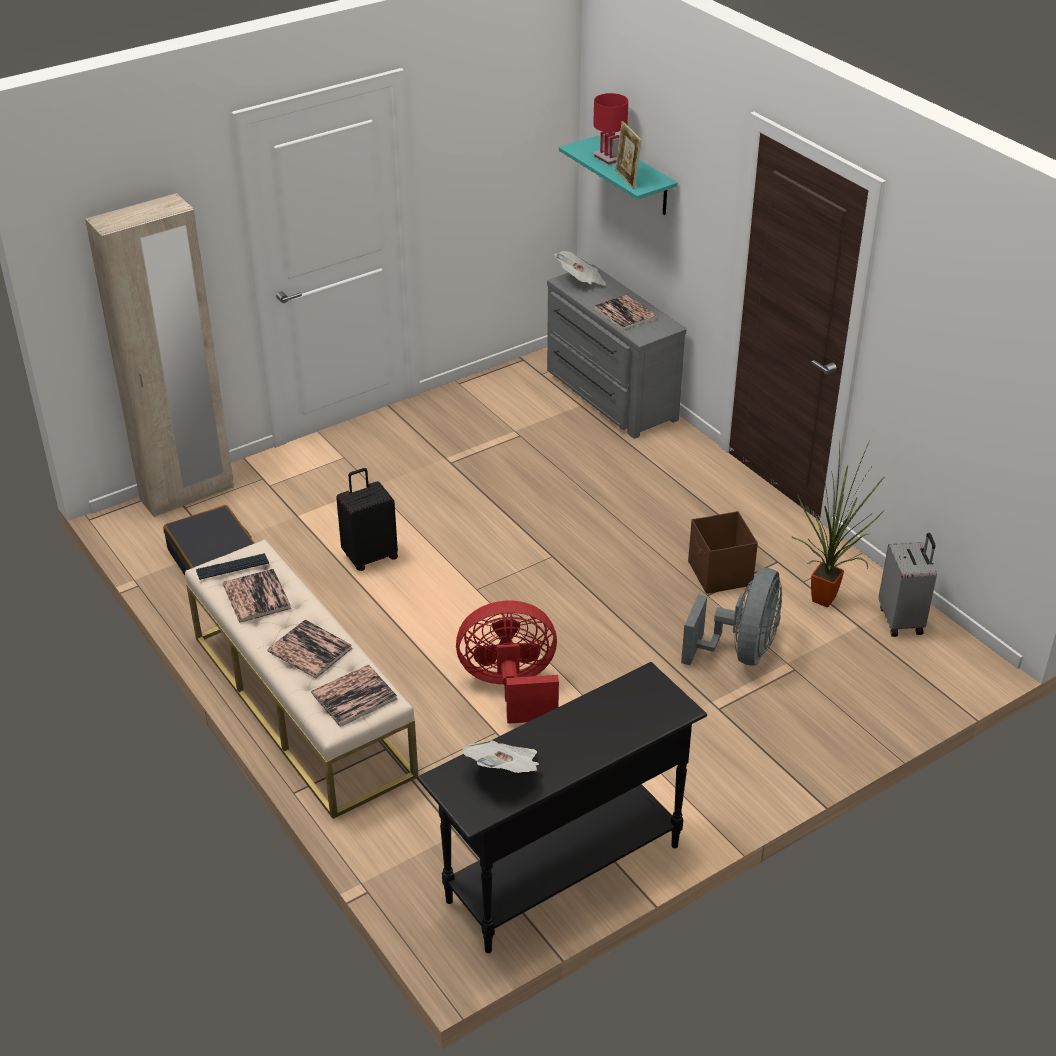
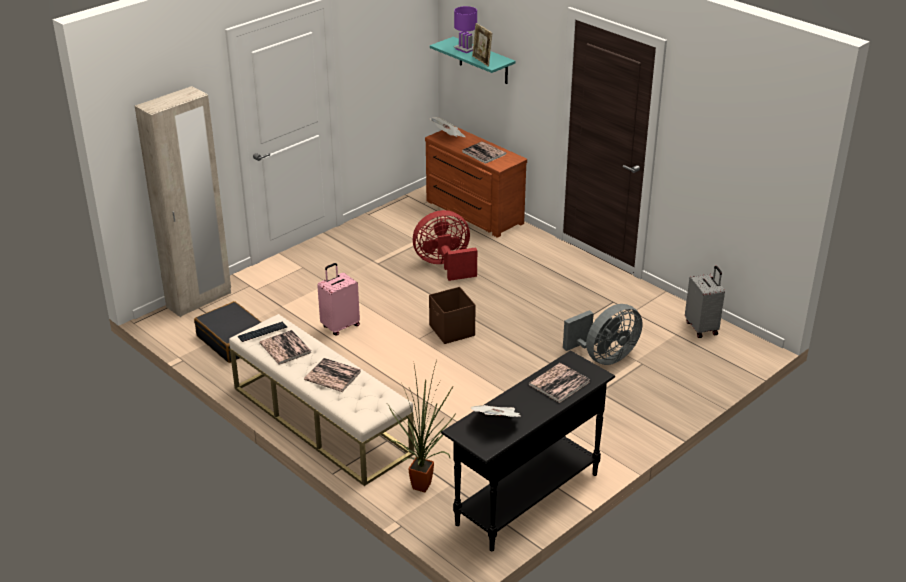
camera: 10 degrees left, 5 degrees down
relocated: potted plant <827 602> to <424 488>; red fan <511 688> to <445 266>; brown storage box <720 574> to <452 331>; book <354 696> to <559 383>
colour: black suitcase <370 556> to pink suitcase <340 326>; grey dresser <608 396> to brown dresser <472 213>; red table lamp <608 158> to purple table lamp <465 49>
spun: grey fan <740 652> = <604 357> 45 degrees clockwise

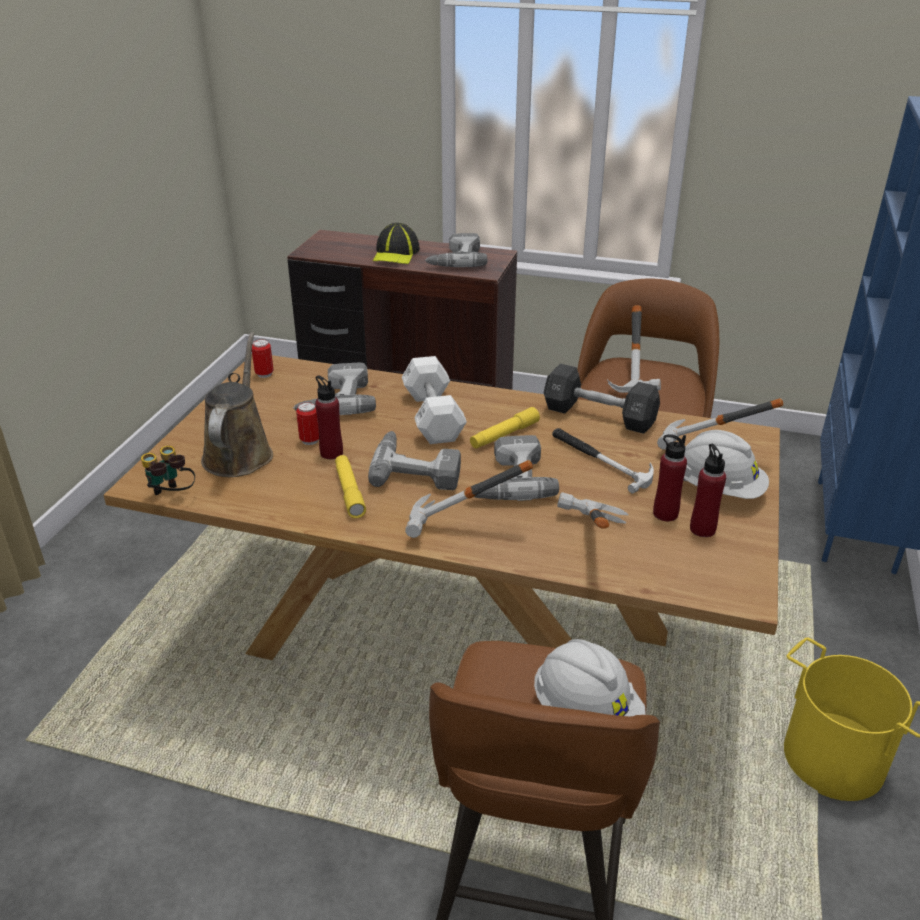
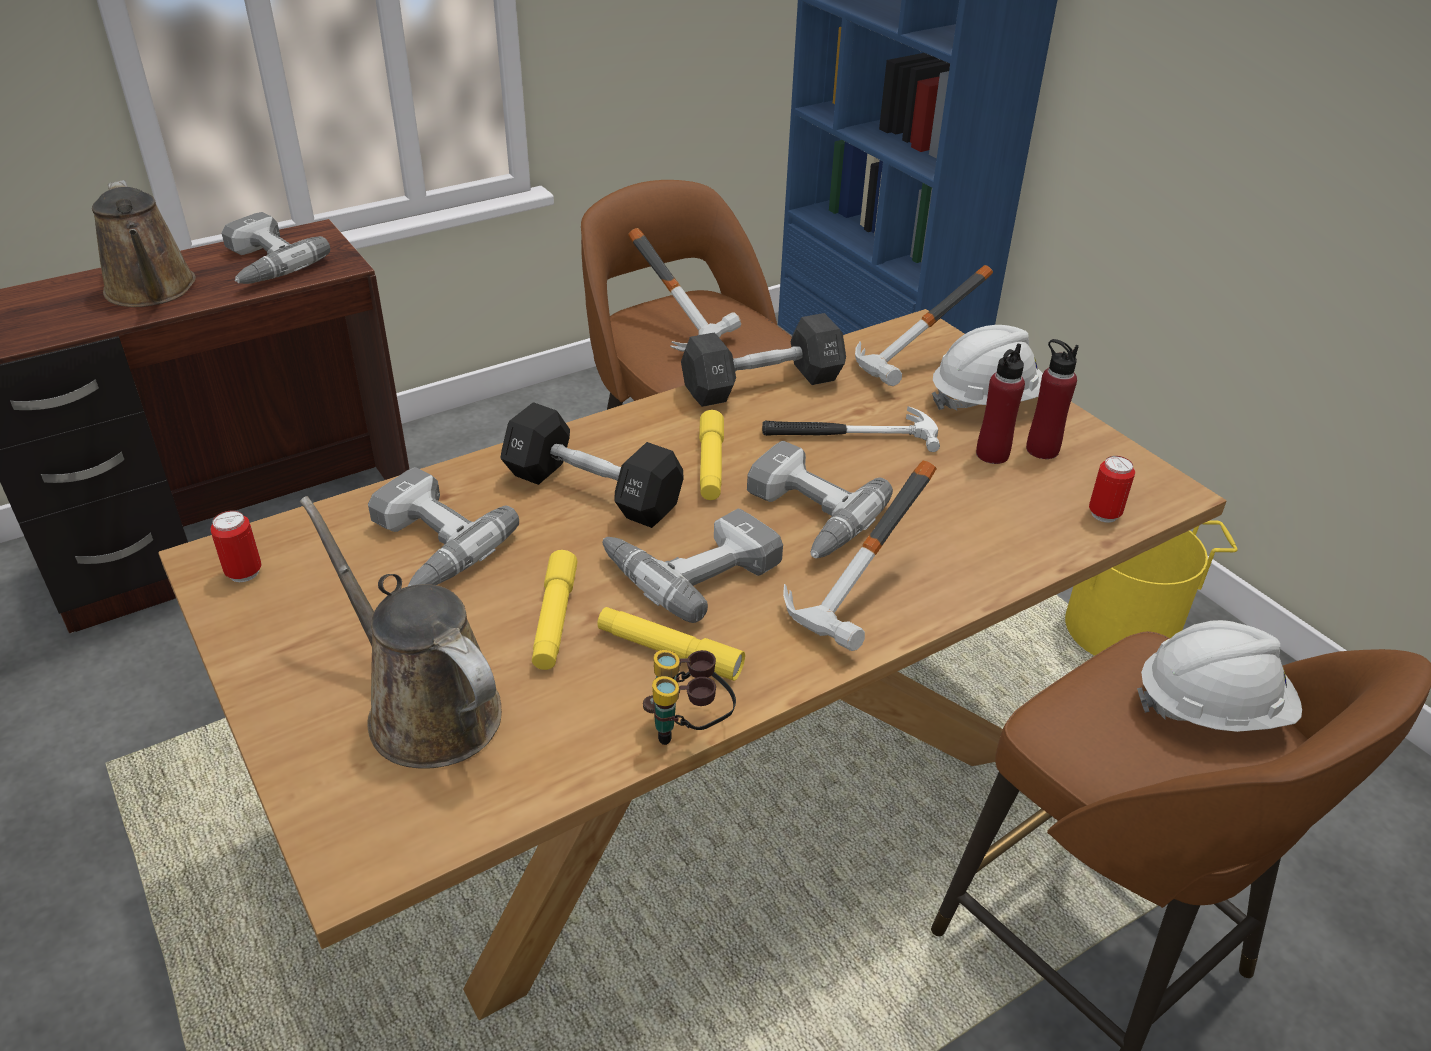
camera: 50 degrees left, 5 degrees up
missing: hammer <582 544>
relocated: binoculars <171 496> to <689 729>; can <310 440> to <1104 514>
exchanged: cap <396 254> to brown watering can <152 291>; red bottle <331 453> to yellow flashlight <554 619>
colour: white dumbbell <433 416> to black dumbbell <592 491>

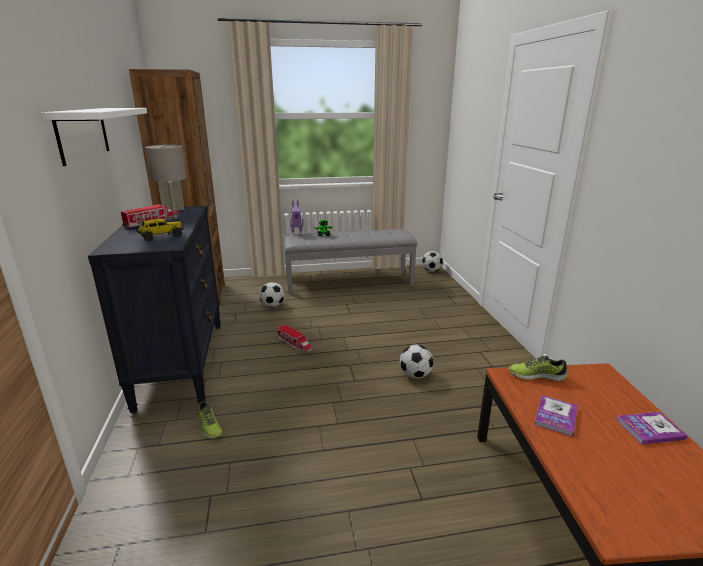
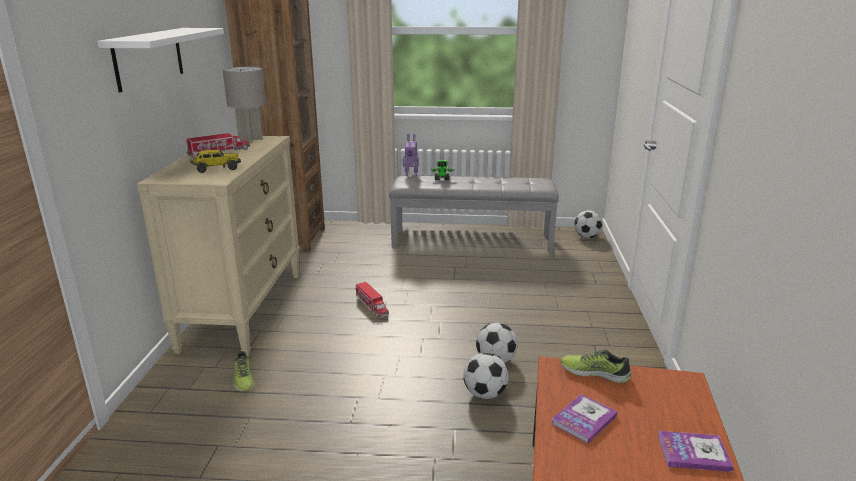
camera: 15 degrees right, 0 degrees up
relocated: football <272 305> to <485 394>
colour: black dresser <181 362> to beige dresser <243 310>

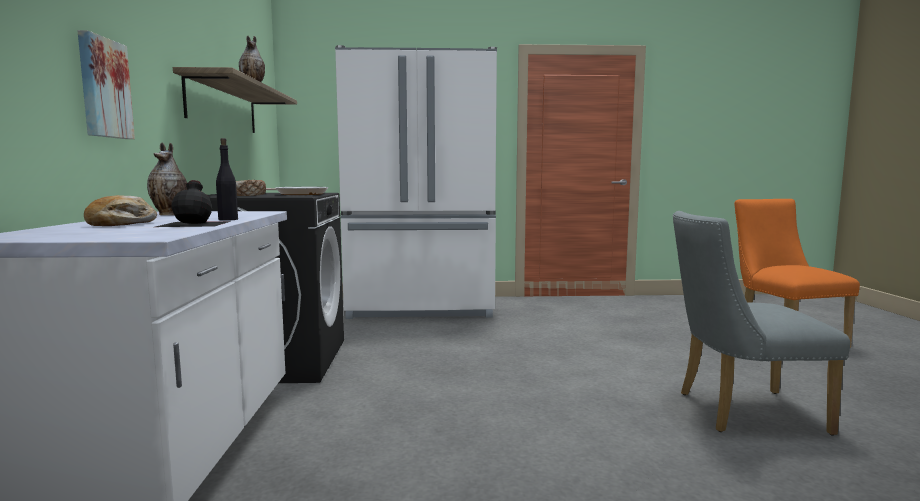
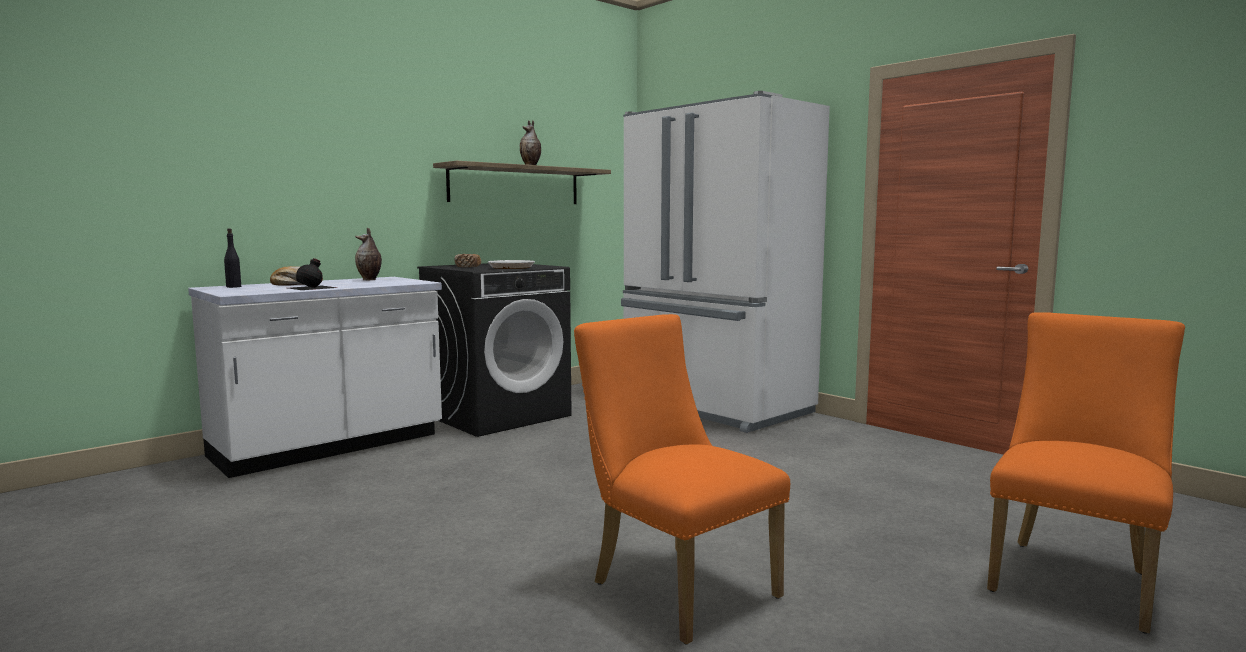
camera: 50 degrees right, 0 degrees up
missing: picture <103 88>
relocated: black bottle <228 219> to <233 287>
colour: grey chair <739 411> to orange chair <674 585>

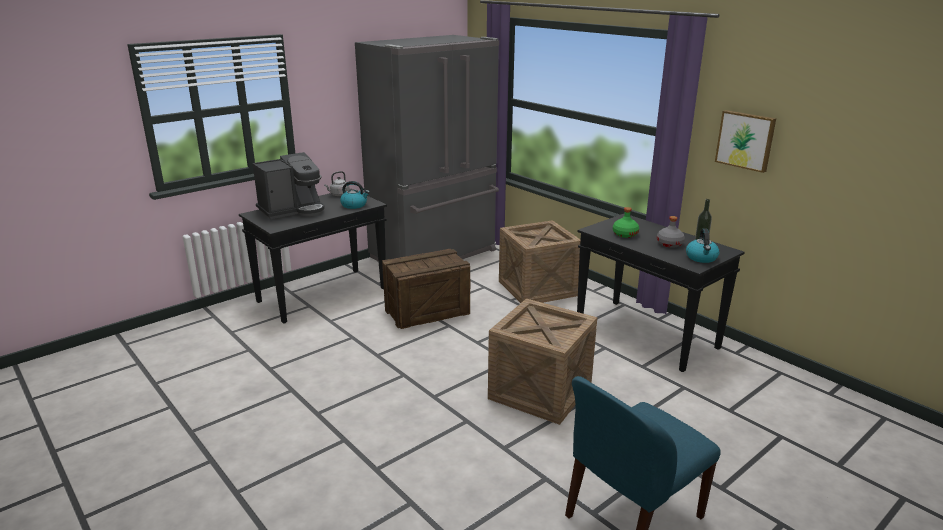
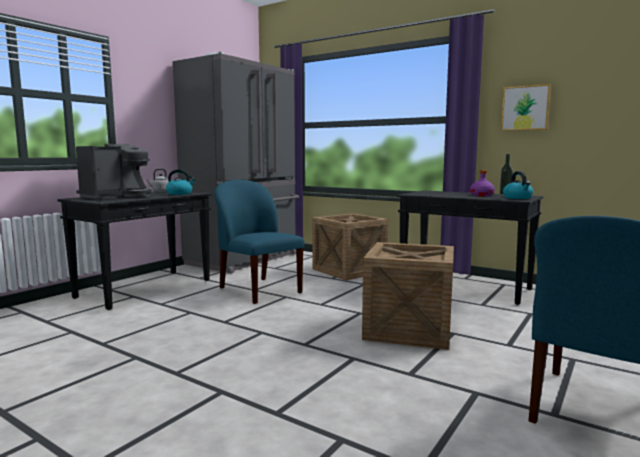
camera: 15 degrees left, 15 degrees down
missing: green bottle <624 234>
exchanged: crate <427 311> to blue chair <258 290>
colour: grey bottle <670 244> to purple bottle <482 195>

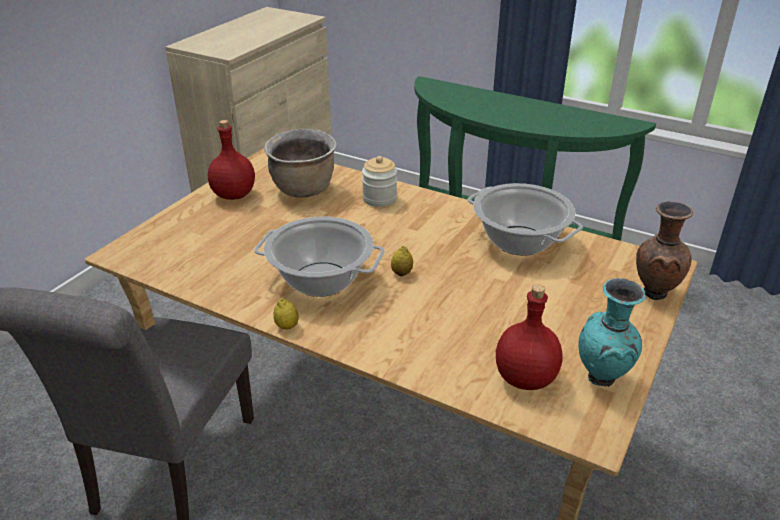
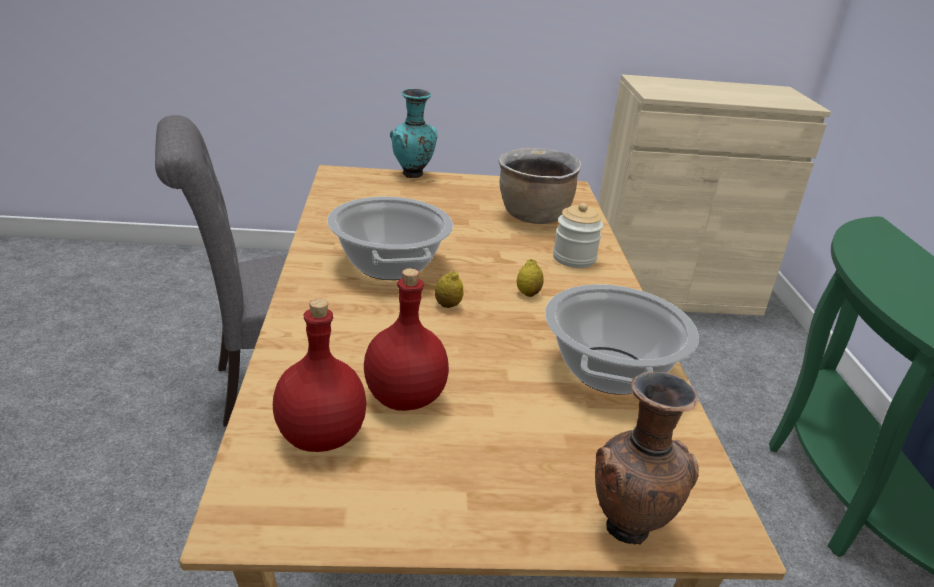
camera: 55 degrees right, 5 degrees down
relocated: red bottle <233 195> to <403 398>; turquoise vase <603 379> to <412 175>; lemon <287 326> to <528 293>

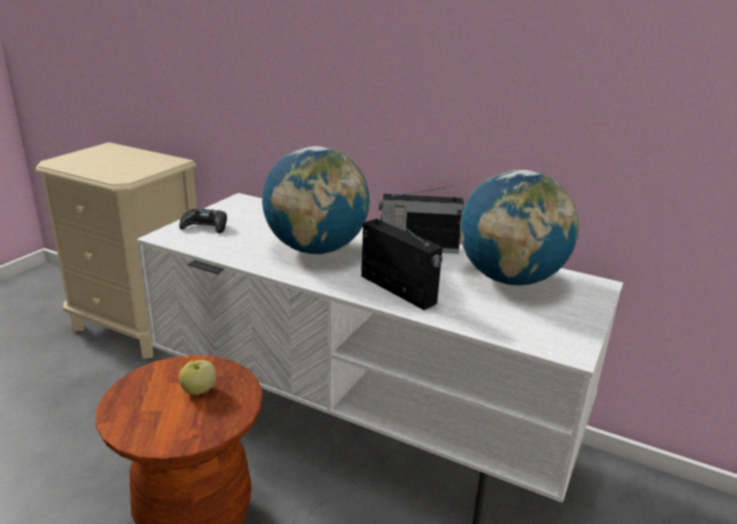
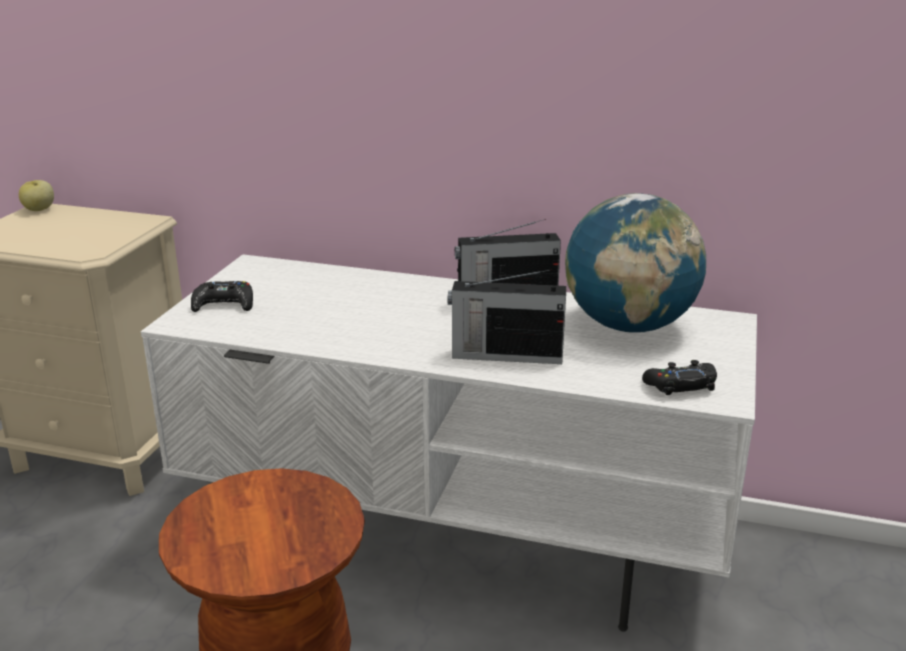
camera: 10 degrees left, 0 degrees up
missing: globe <316 249>
appeared: black game controller <680 386>
relocated: apple <198 391> to <39 210>
spun: radio <398 290> = <505 355> 150 degrees clockwise

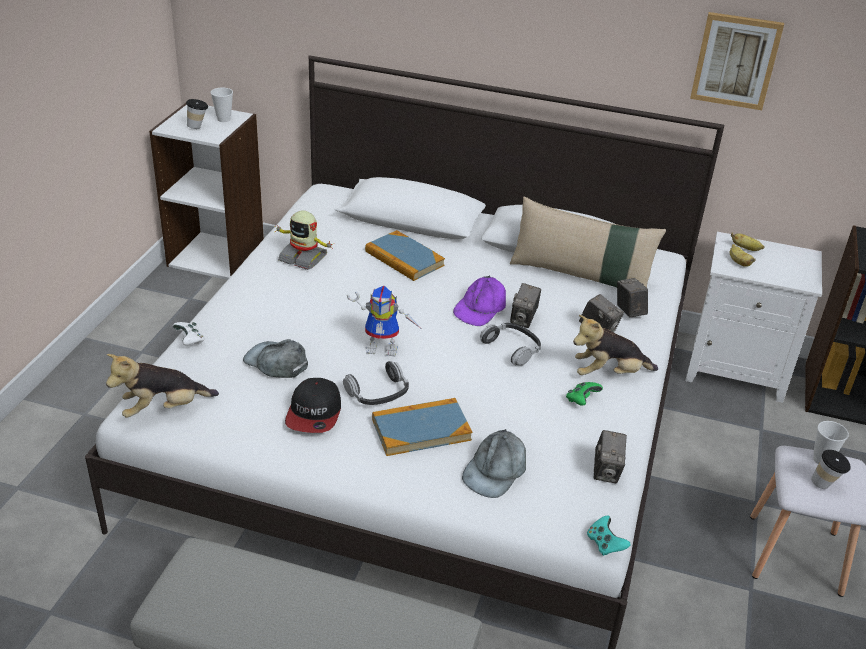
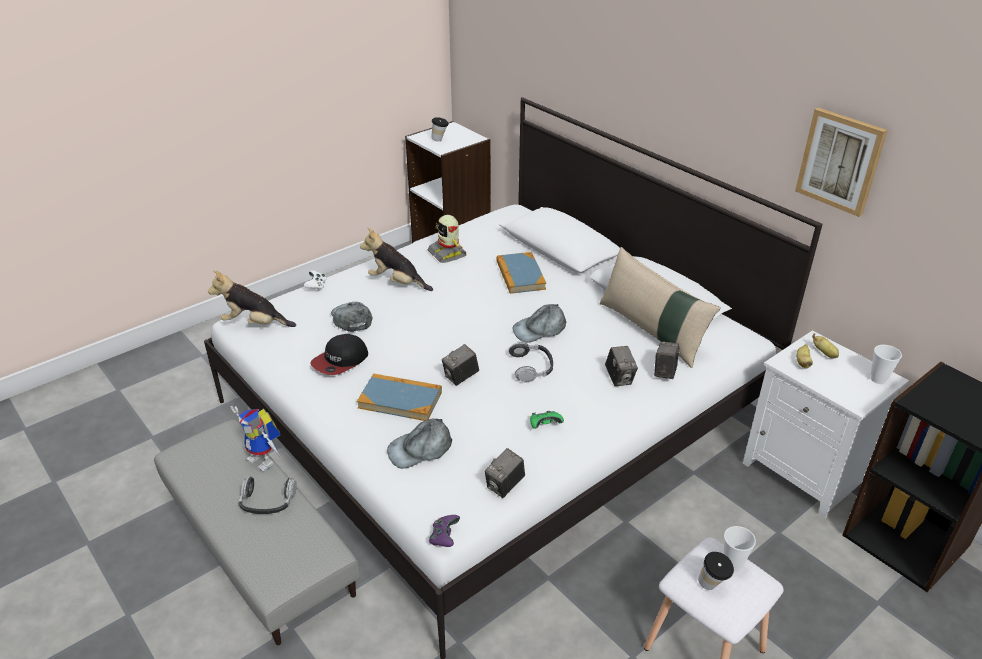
camera: 35 degrees right, 0 degrees up
relocated: toy robot <384 347> to <265 460>; headphones <378 392> to <267 501>; plush toy <608 374> to <397 283>; photo camera <523 319> to <461 377>; cup <223 119> to <878 379>
colour: turquoise game controller <605 544> to purple game controller <444 537>; purple cap <480 308> to grey cap <540 329>

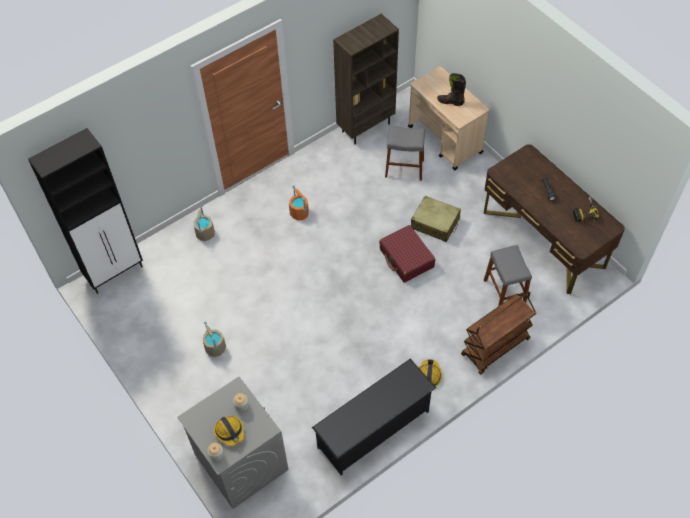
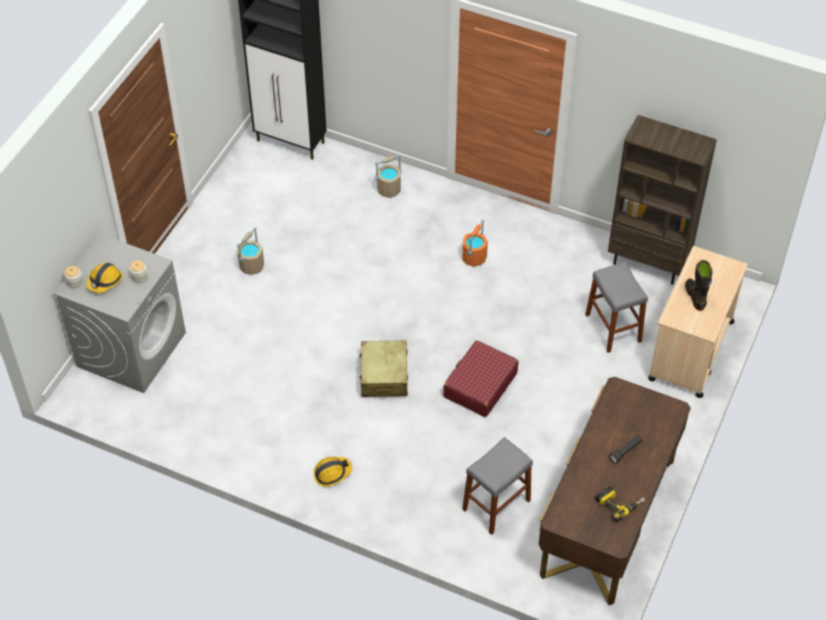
camera: 60 degrees right, 5 degrees down
missing: black shoe rack <374 429>; brown cart <495 348>
relocated: beige suitcase <435 223> to <384 375>

